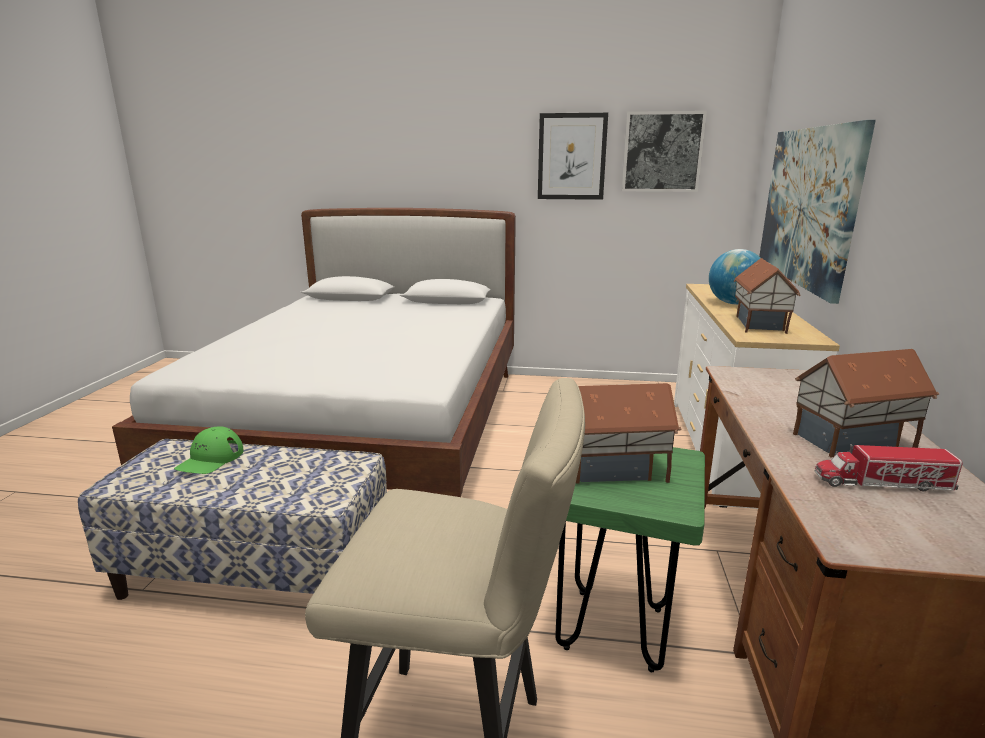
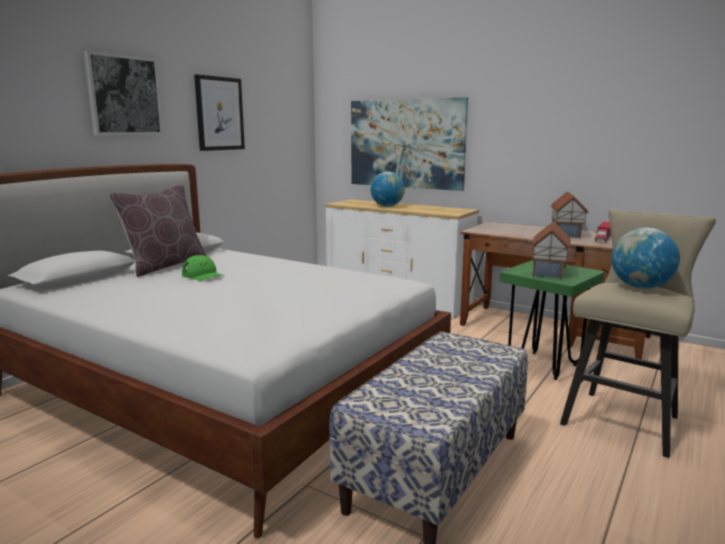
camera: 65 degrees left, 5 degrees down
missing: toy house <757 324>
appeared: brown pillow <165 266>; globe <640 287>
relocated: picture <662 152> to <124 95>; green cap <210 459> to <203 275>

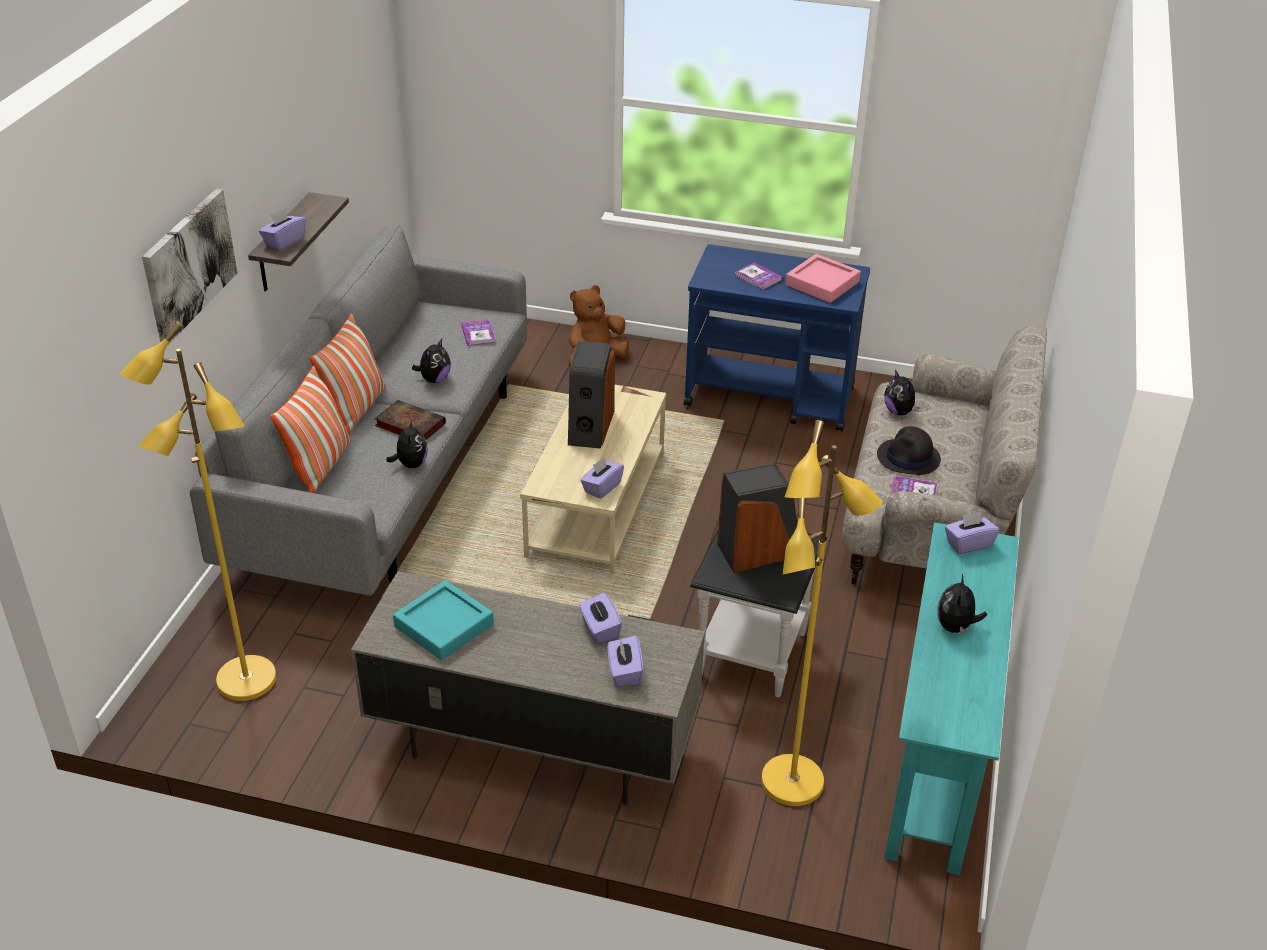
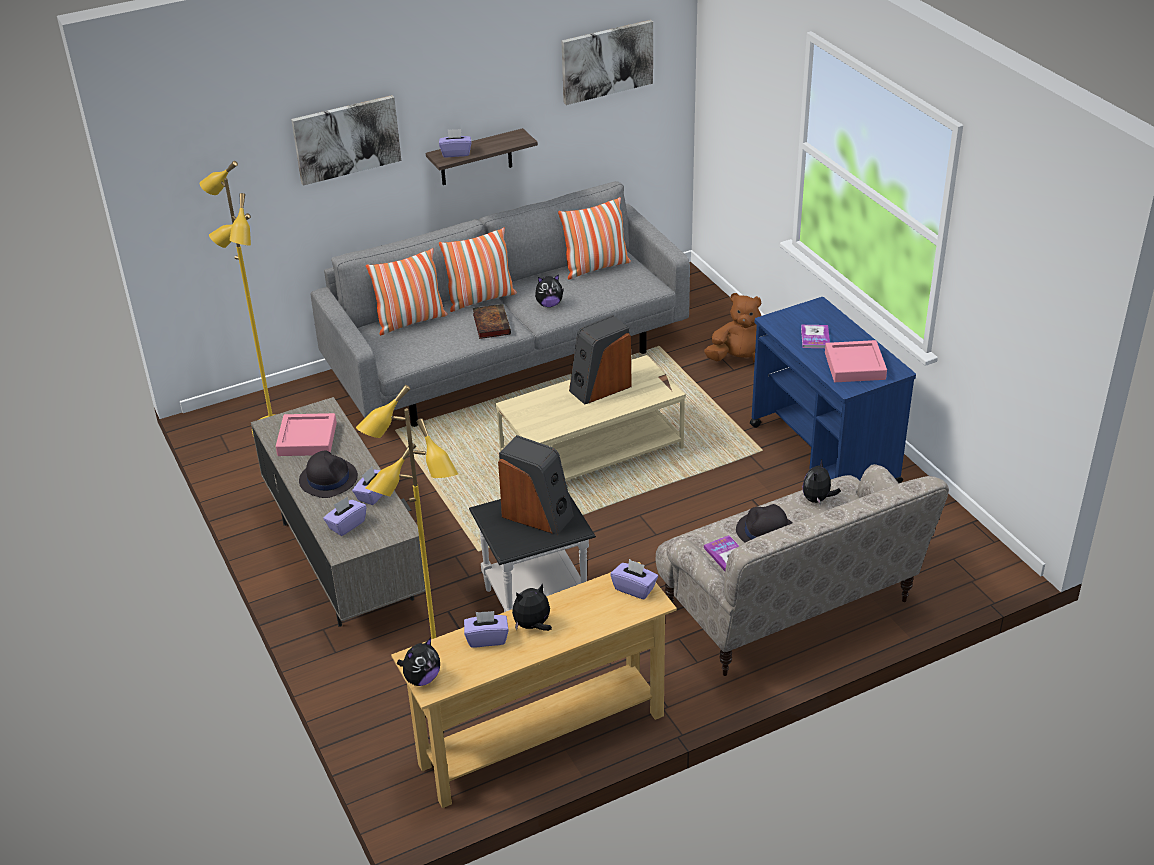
camera: 50 degrees right, 0 degrees up
missing: book <478 334>
appeared: black hat <328 478>; pillow <595 267>; picture <607 61>
relocated: plush toy <411 464> to <421 678>; purple tissue box <601 487> to <487 638>
colour: turquoise tray <444 625> to pink tray <307 439>; turquoise console table <937 756> to beige console table <543 740>

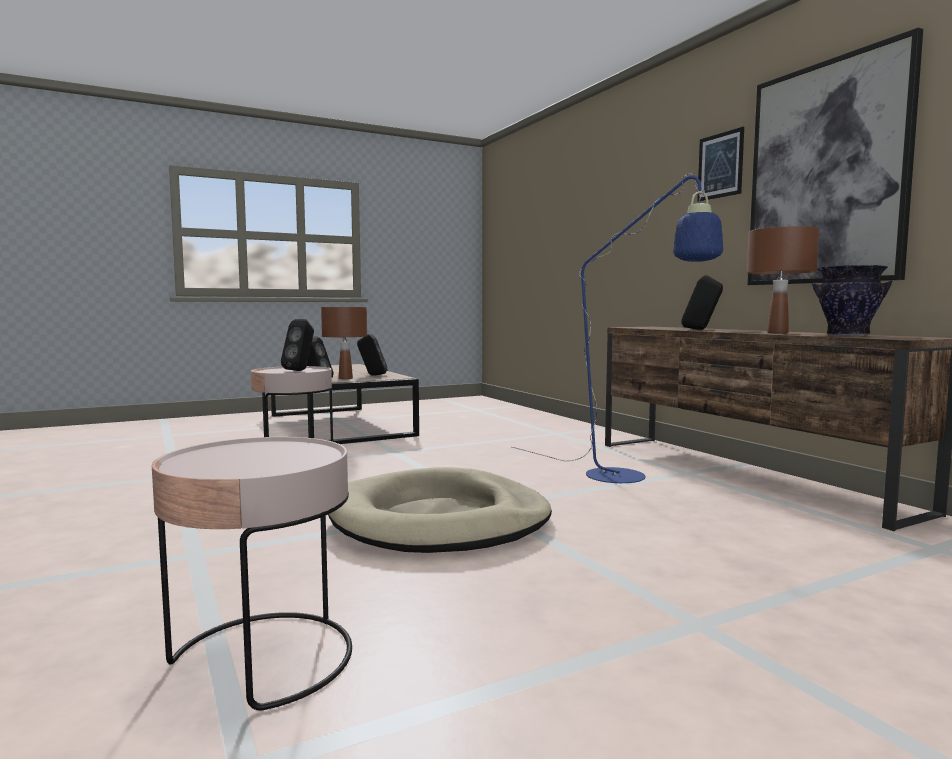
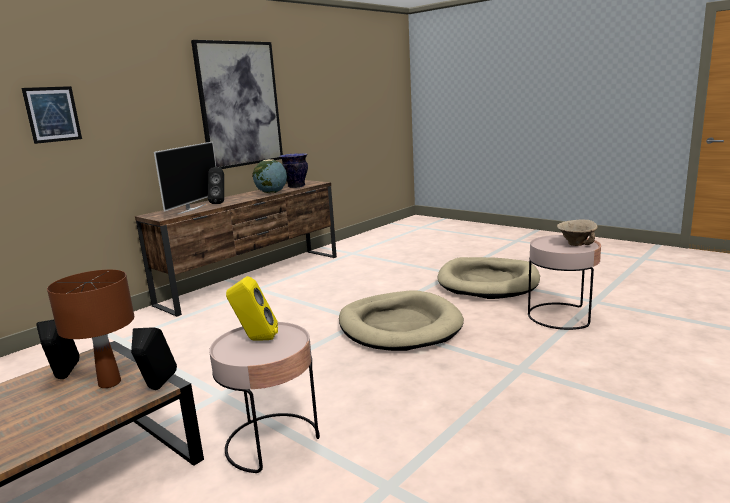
camera: 110 degrees left, 10 degrees up
missing: blue floor lamp <628 478>
appeared: television <191 209>; beige dog bed <488 282>; beige bowl <575 244>
relocated: picture <720 165> to <52 114>
exchanged: brown table lamp <777 333> to globe <271 193>
colour: black speaker <300 370> to yellow speaker <255 340>

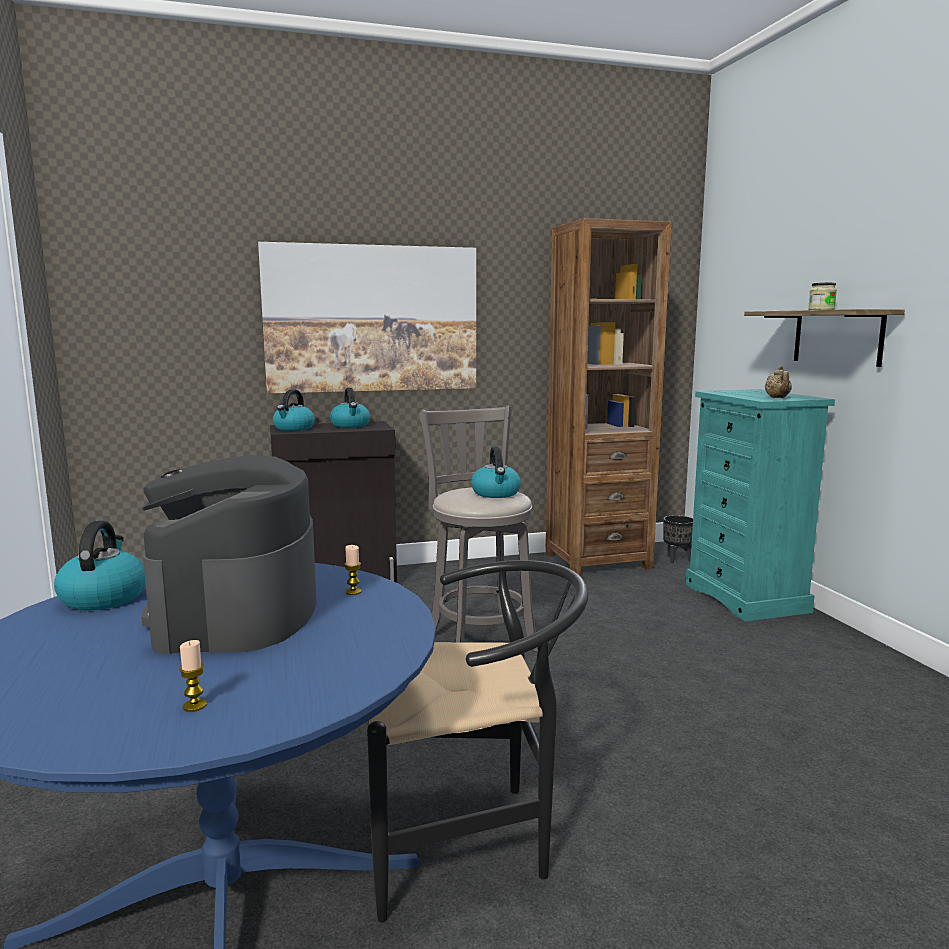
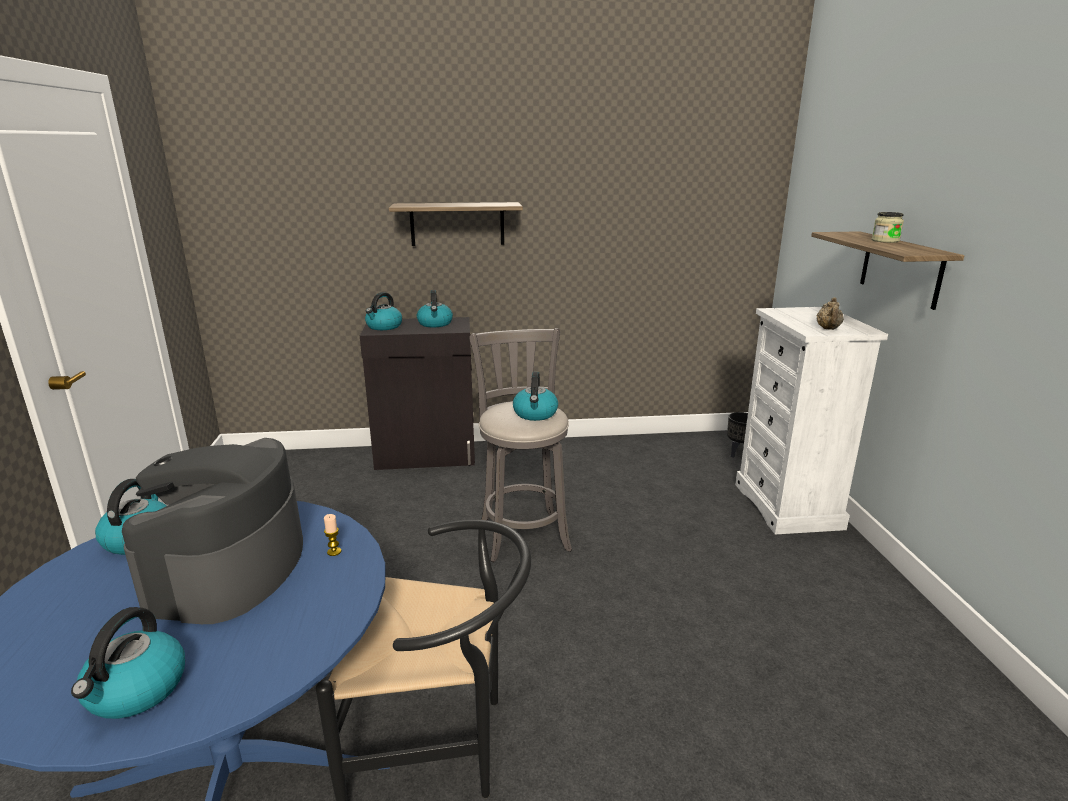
camera: 10 degrees right, 10 degrees up
missing: brown bookcase <597 561>
exchanged: candle <195 706> to kettle <136 690>; picture <372 319> to shelf <457 224>
colour: turquoise dresser <746 598> to white dresser <788 506>

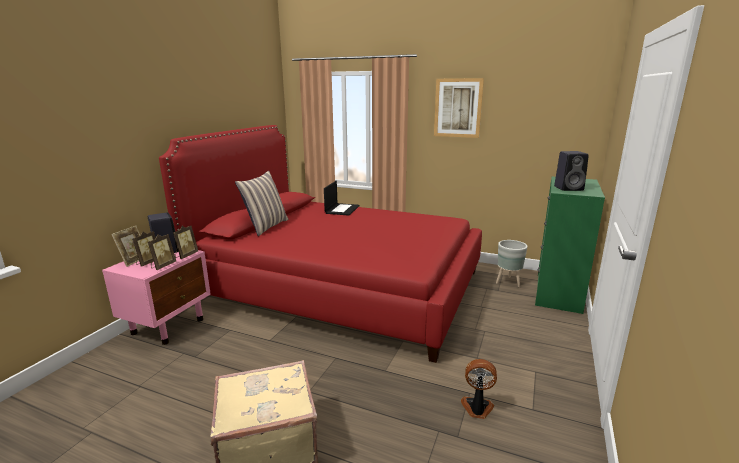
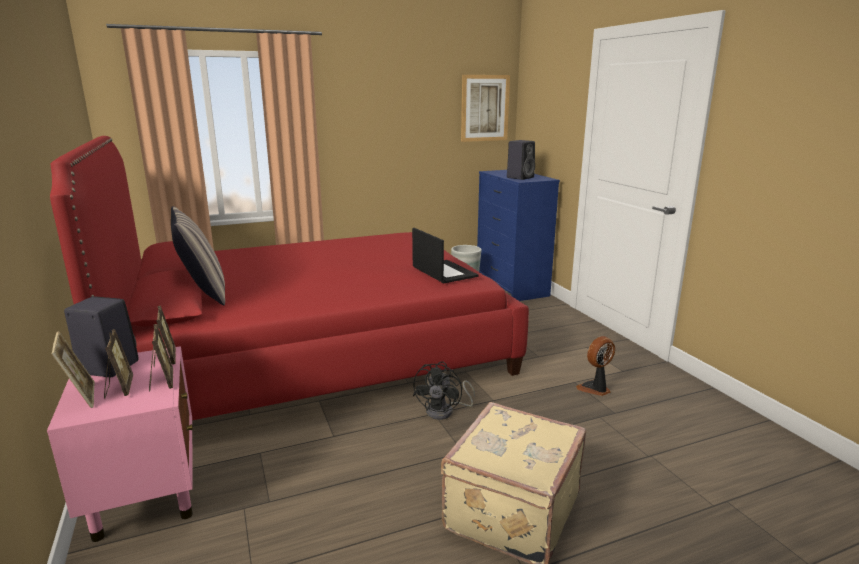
camera: 45 degrees left, 0 degrees up
appeared: black fan <445 411>
relocated: laptop <342 209> to <443 272>; picture <458 108> to <485 108>
colour: green dresser <557 292> to blue dresser <511 287>

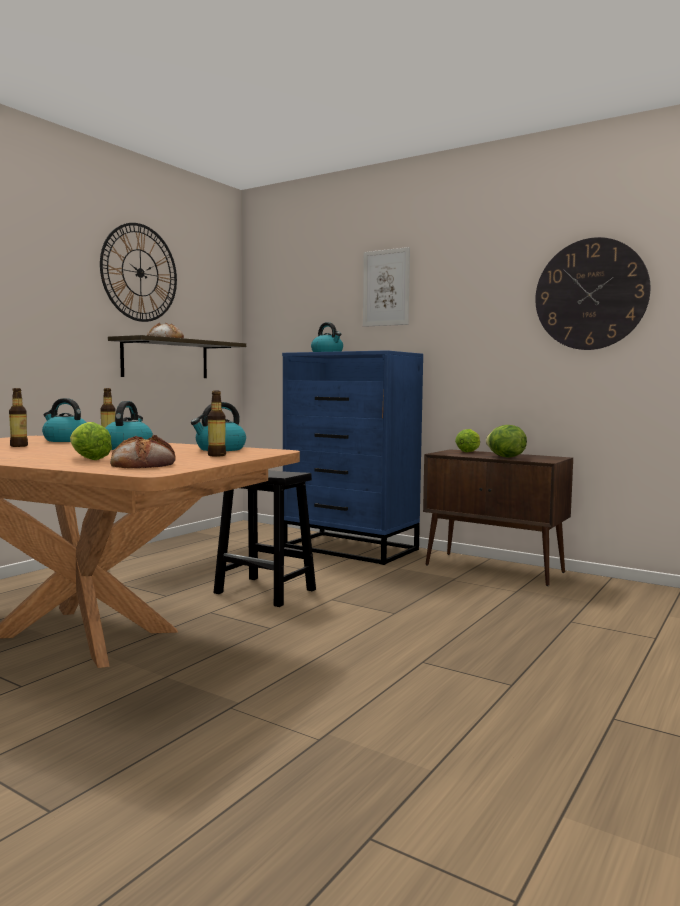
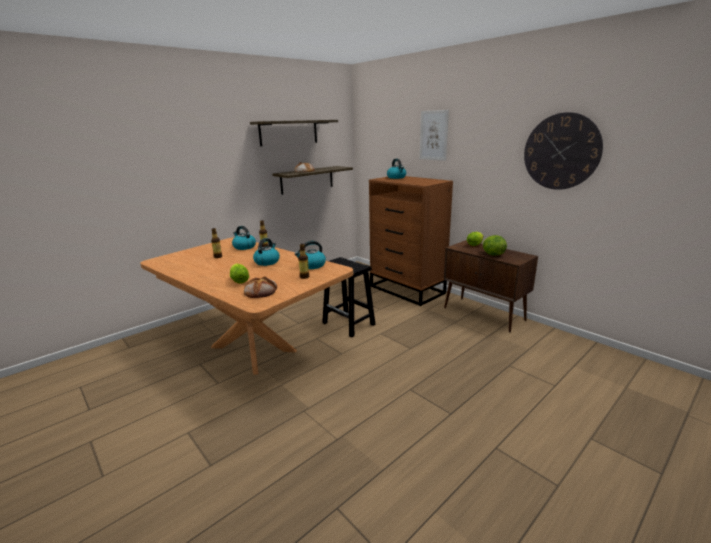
camera: 15 degrees right, 15 degrees up
exchanged: wall clock <140 273> to shelf <288 132>
colour: blue dresser <351 548> to brown dresser <407 290>

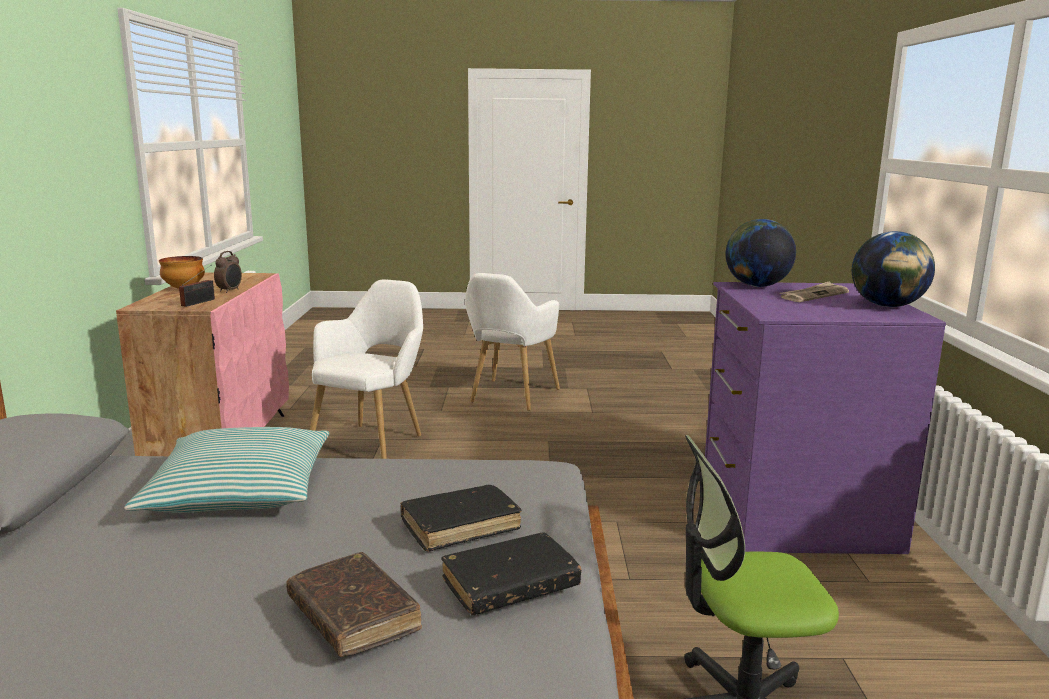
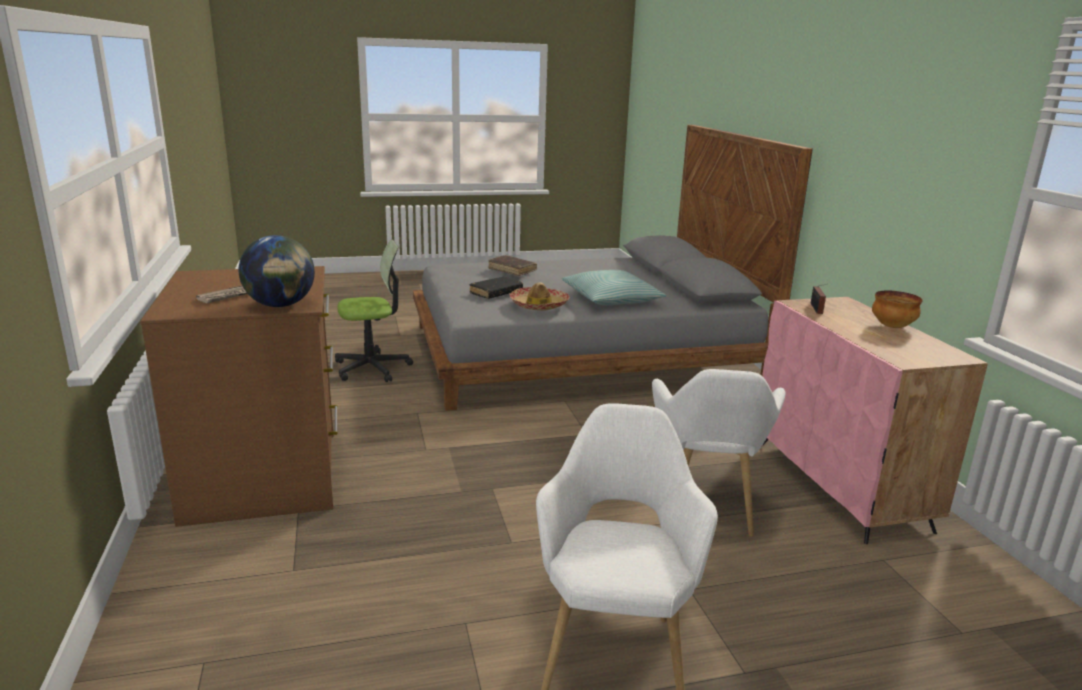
camera: 165 degrees right, 5 degrees up
missing: alarm clock <230 291>; black book <510 585>; globe <887 306>
appeared: hat <539 305>
colour: purple dresser <792 510> to brown dresser <266 476>

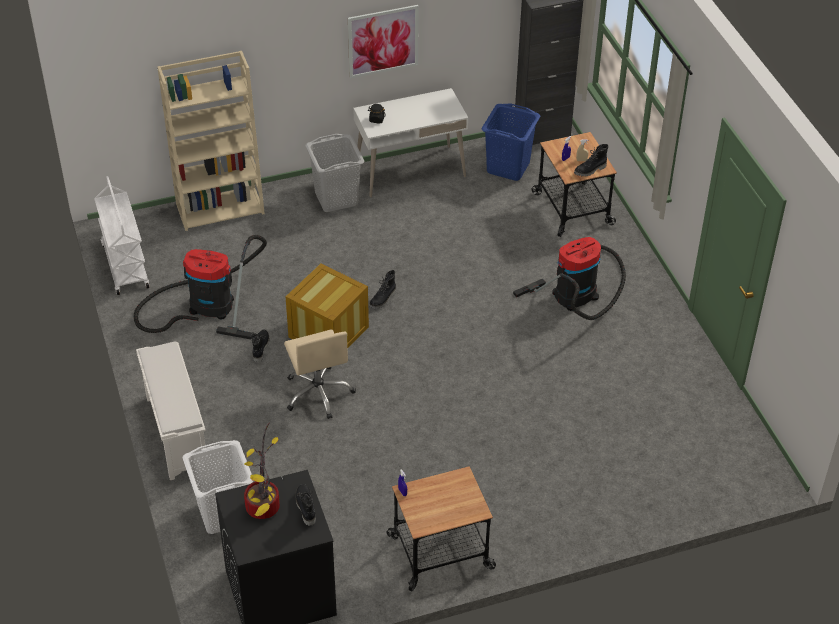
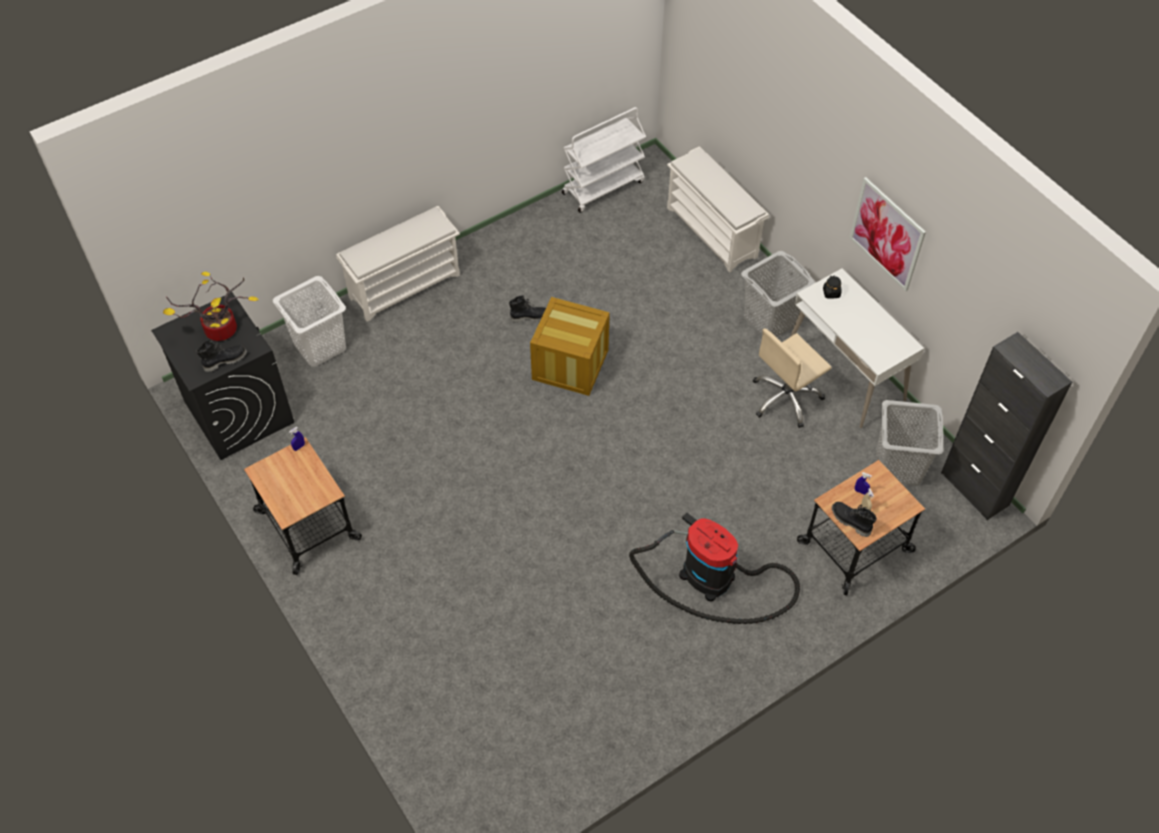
camera: 75 degrees right, 10 degrees up
missing: vacuum cleaner <206 306>; black boot <383 299>
relocated: beige office chair <319 393> to <786 398>
exchanged: beige bookcase <220 208> to white shoe rack <713 232>
colour: blue laundry basket <508 167> to grey laundry basket <898 466>

